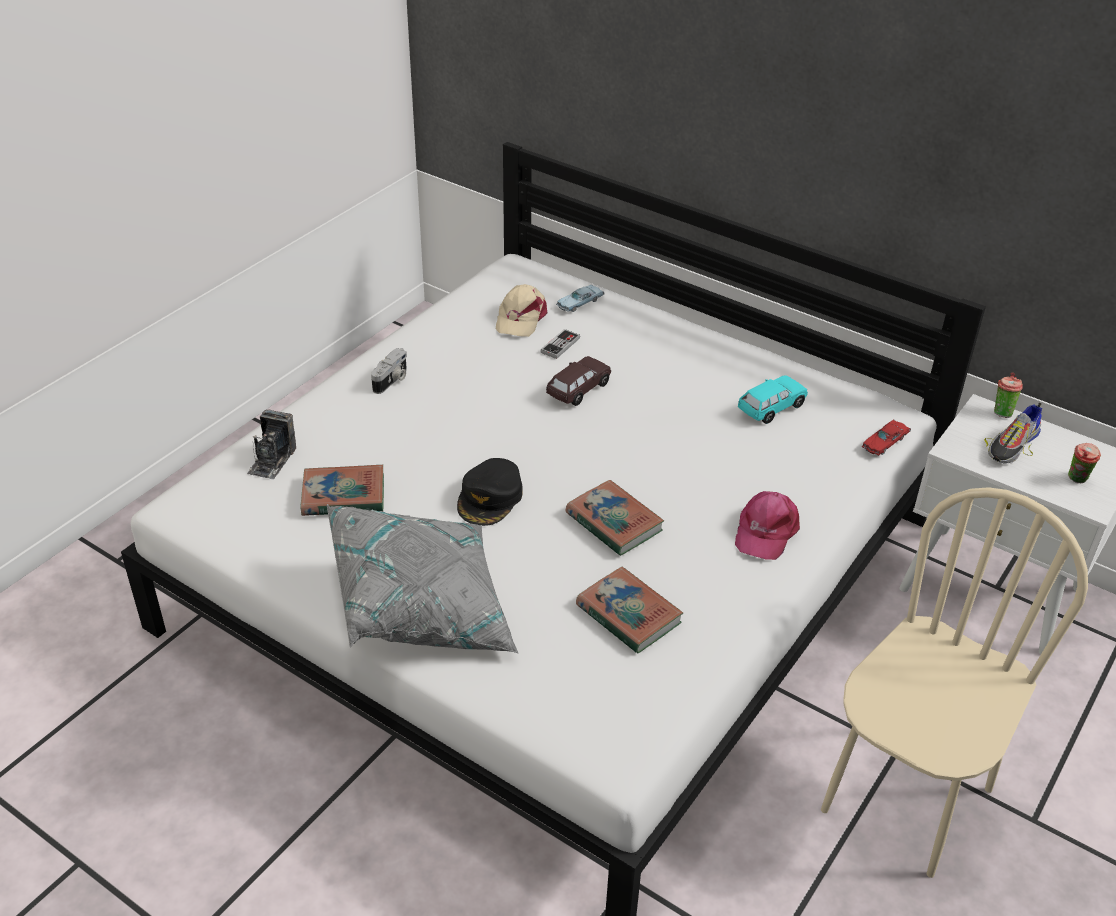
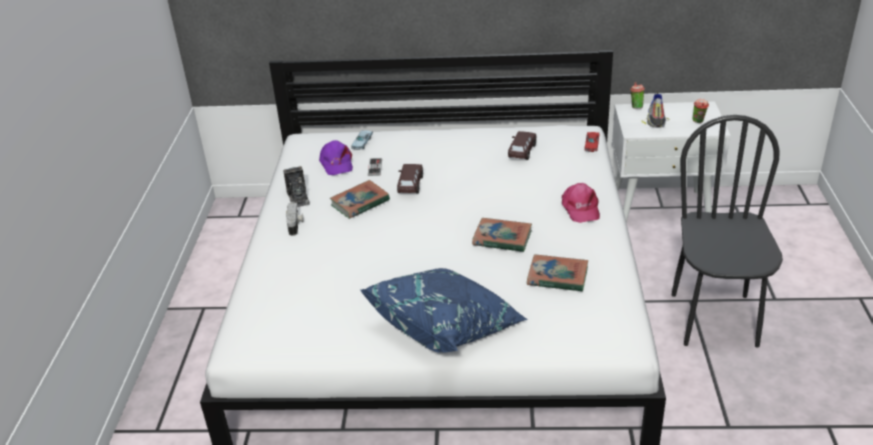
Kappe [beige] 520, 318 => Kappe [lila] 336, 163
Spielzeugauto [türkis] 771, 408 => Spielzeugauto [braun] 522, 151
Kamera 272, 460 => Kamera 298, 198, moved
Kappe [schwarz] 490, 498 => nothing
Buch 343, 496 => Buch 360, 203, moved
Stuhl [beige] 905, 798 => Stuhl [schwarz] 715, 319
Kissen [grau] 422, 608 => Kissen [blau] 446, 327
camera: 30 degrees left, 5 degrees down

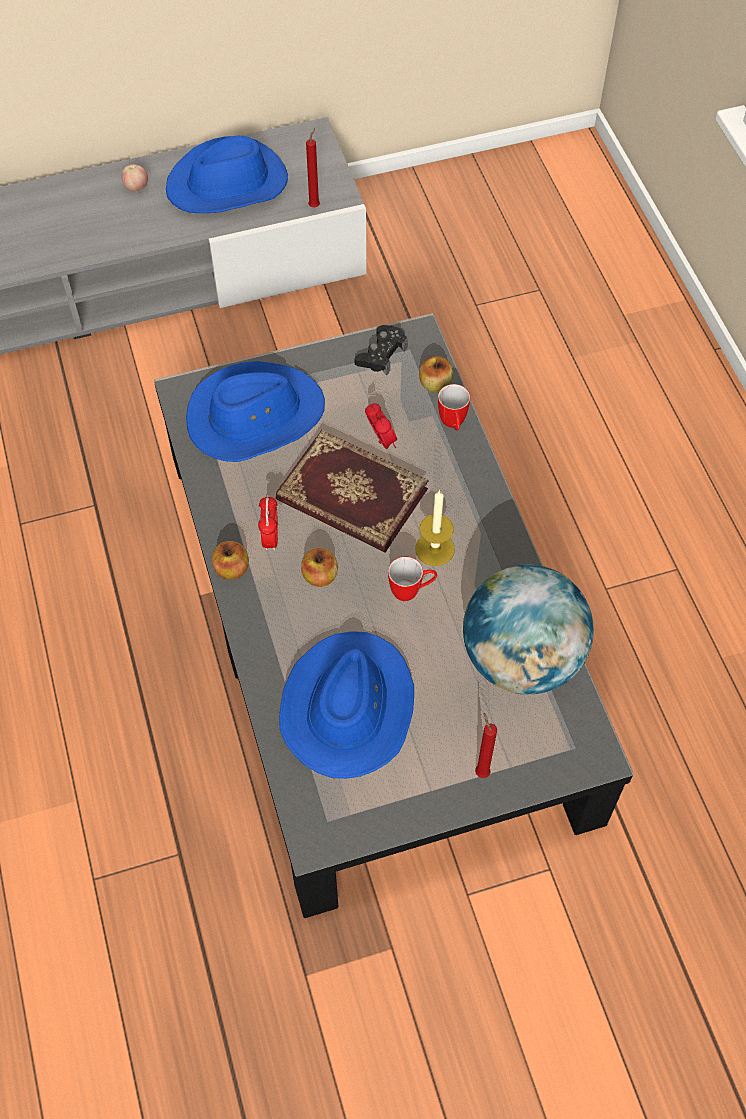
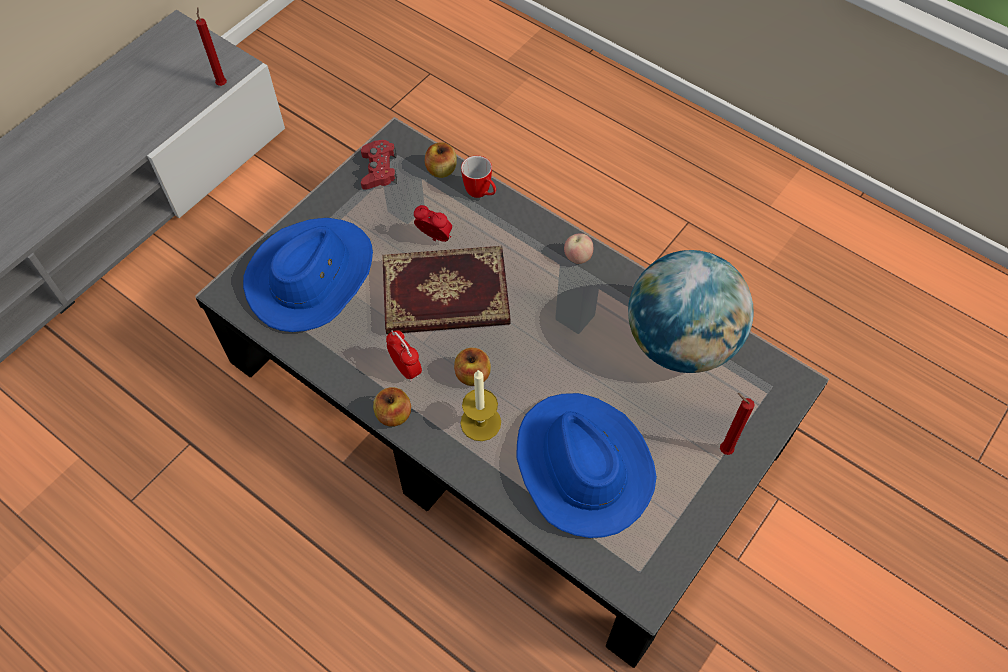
Hut [blau] 228, 184 => nothing
Apfel 136, 188 => Apfel 578, 257, moved
Gamepad [schwarz] 381, 354 => Gamepad [rot] 379, 170
Kerze 435, 549 => Kerze 480, 422, moved
Henkelbecher 411, 591 => nothing
camera: 35 degrees left, 0 degrees up

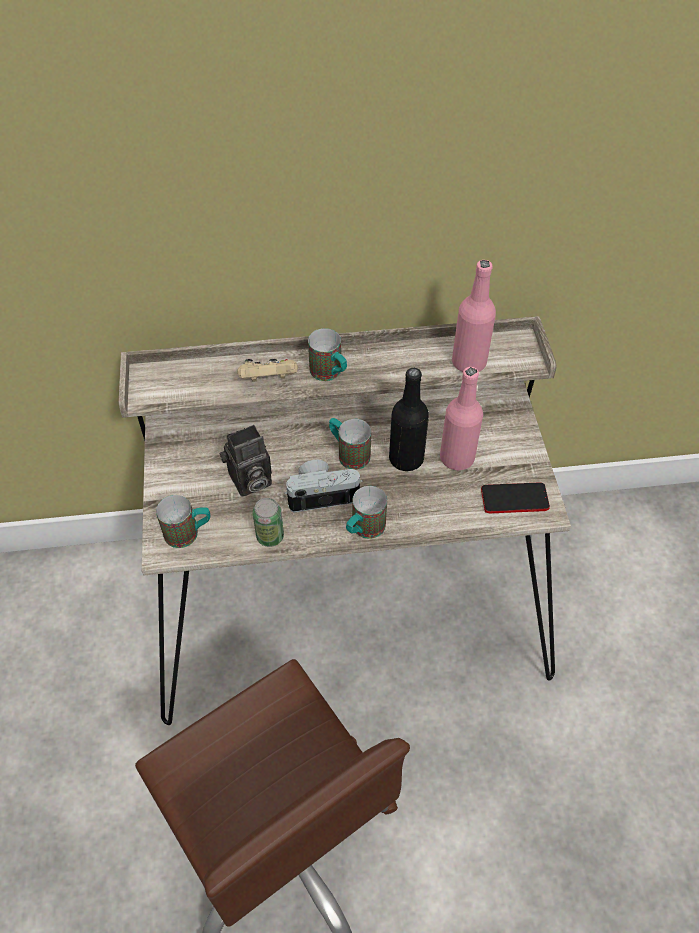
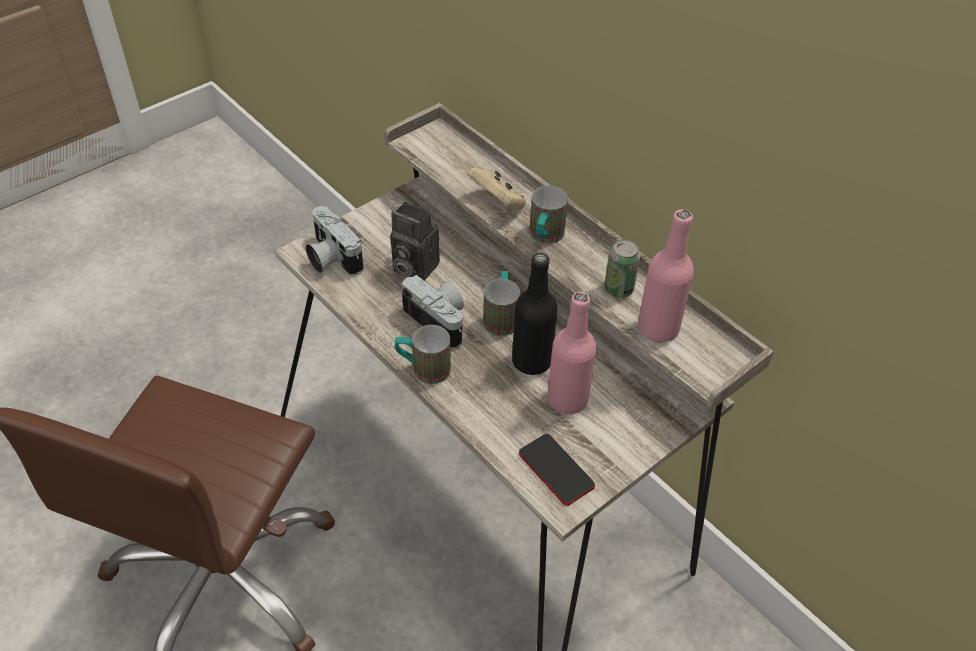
Henkelbecher 189, 533 => Kamera 330, 258
Dose 270, 536 => Dose 618, 289, moved
camera: 55 degrees right, 5 degrees down

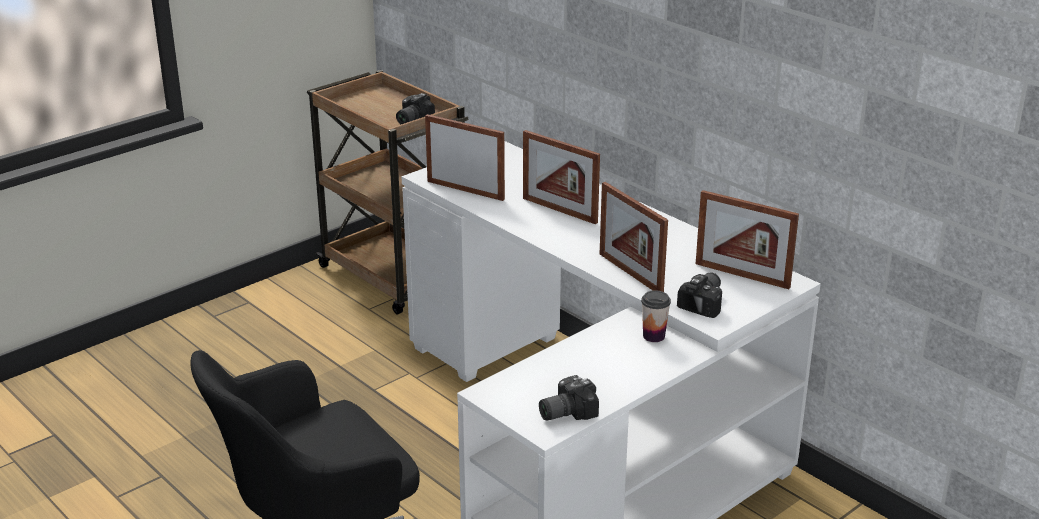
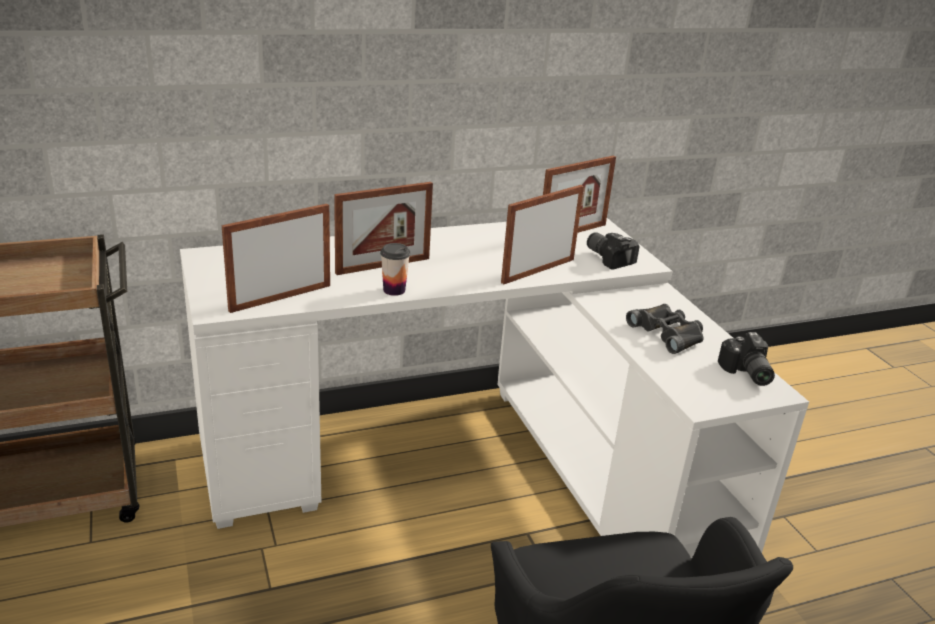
Kamera 411, 120 => nothing
Bilderrahmen 630, 273 => Bilderrahmen 538, 271, 150 degrees clockwise
Tasse 653, 336 => Tasse 394, 290, moved
nothing => Fernglas [schwarz] 668, 333
camera: 70 degrees left, 0 degrees up

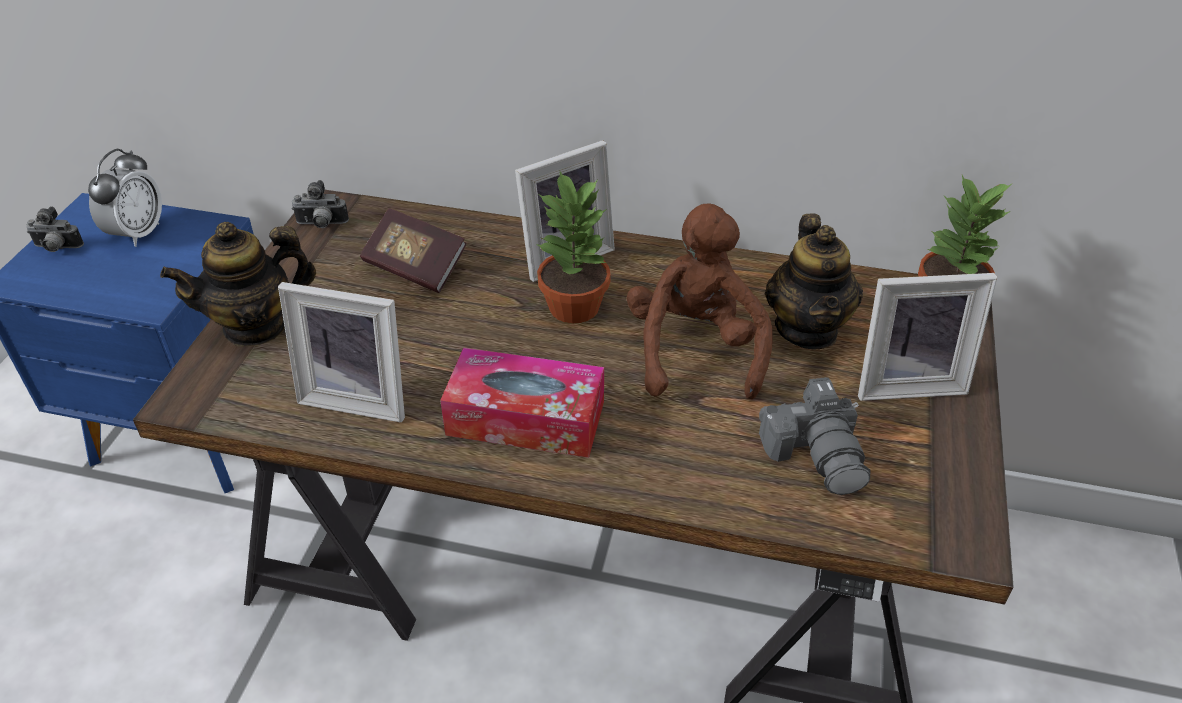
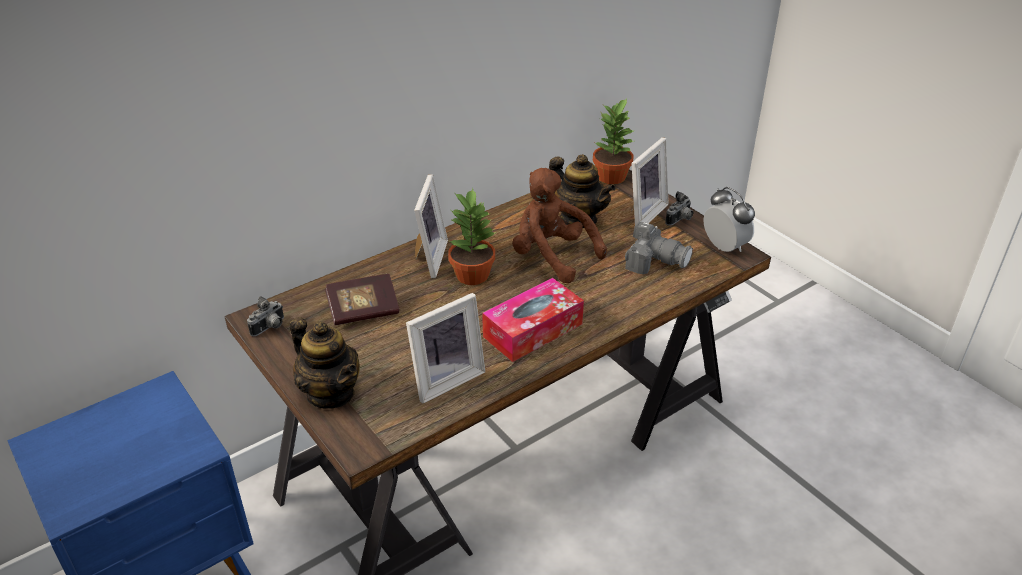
Wecker 137, 233 => Wecker 724, 247, moved
Kamera 57, 248 => Kamera 680, 220, moved
Teekanne 256, 325 => Teekanne 331, 393, 60 degrees counterclockwise
camera: 50 degrees left, 5 degrees down

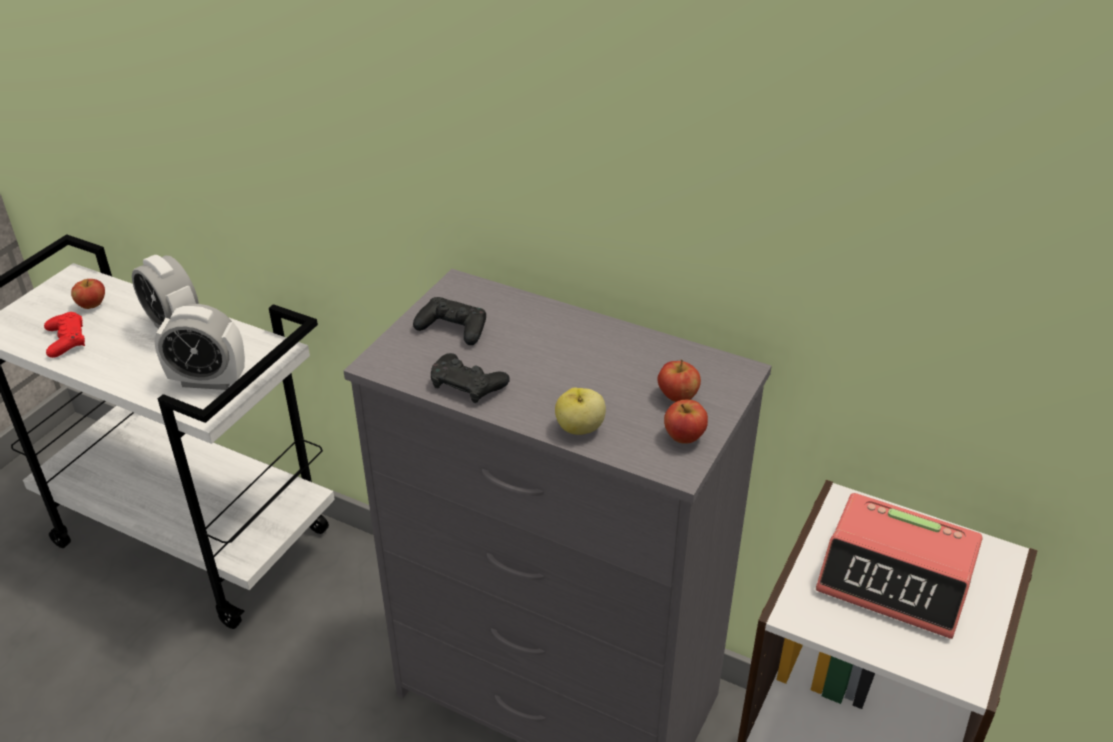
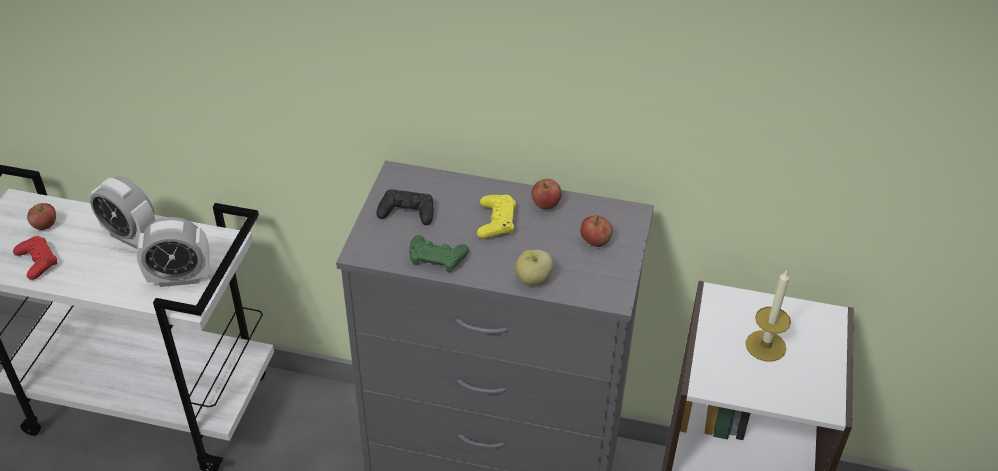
Gamepad [schwarz] 467, 384 => Gamepad [grün] 437, 258
Apfel 684, 437 => Apfel 546, 205, moved
Wecker 896, 578 => Kerze 765, 346
nothing => Gamepad [gelb] 496, 222
camera: 15 degrees left, 5 degrees up

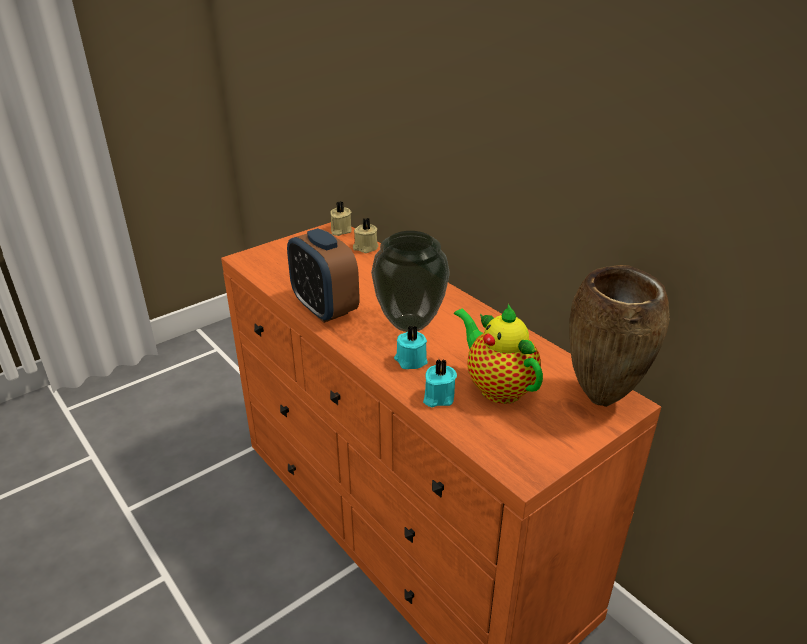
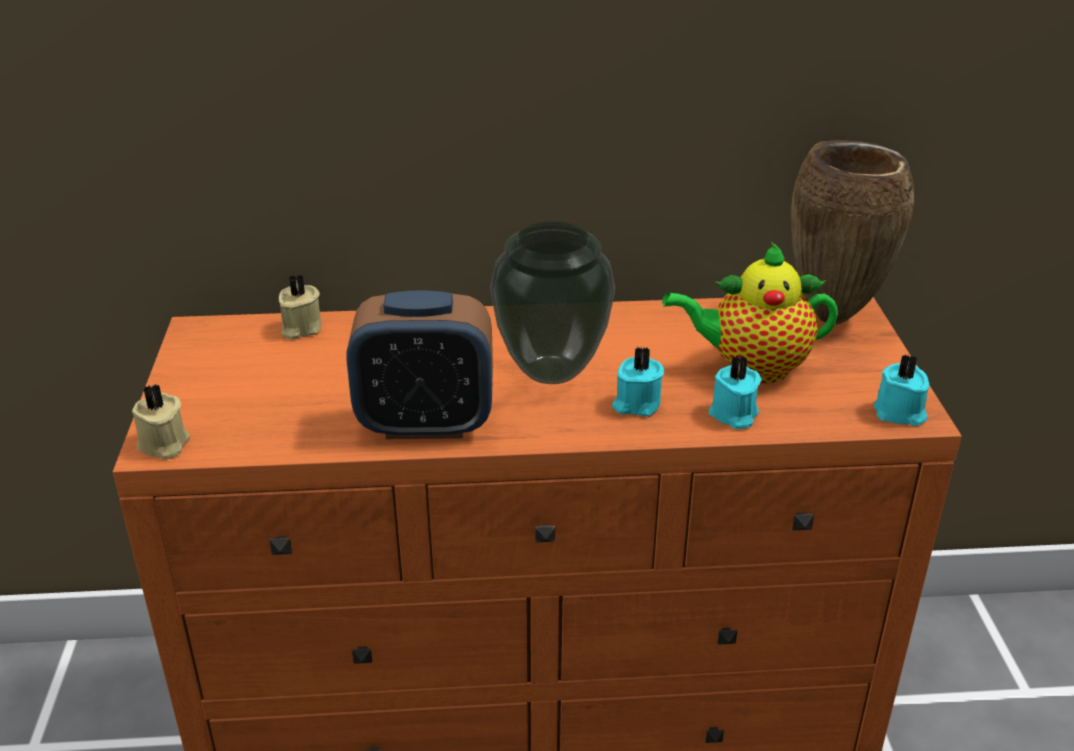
Kerze [beige] 340, 230 => Kerze [beige] 163, 445, moved
nothing => Kerze [türkis] 900, 413
camera: 55 degrees left, 0 degrees up

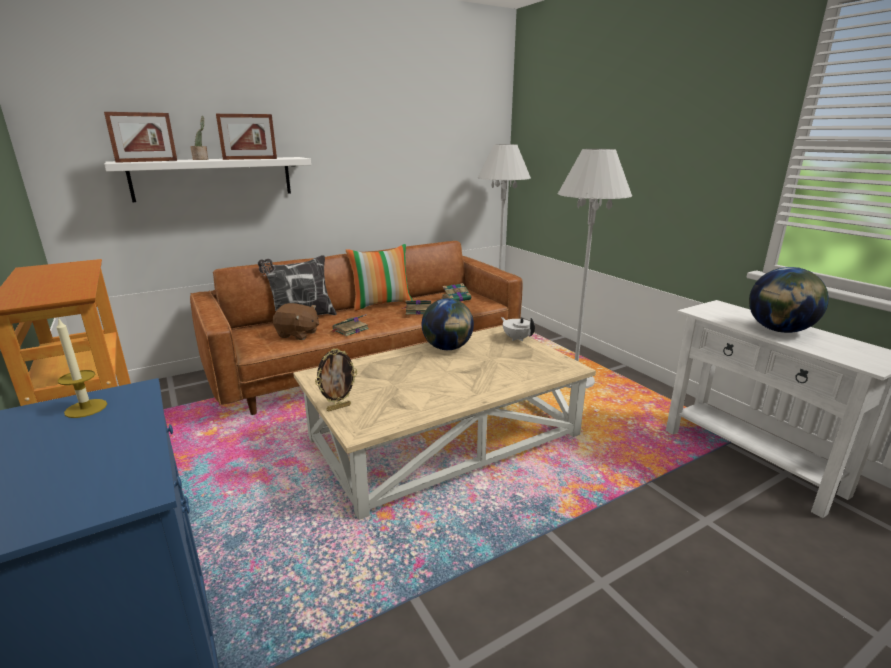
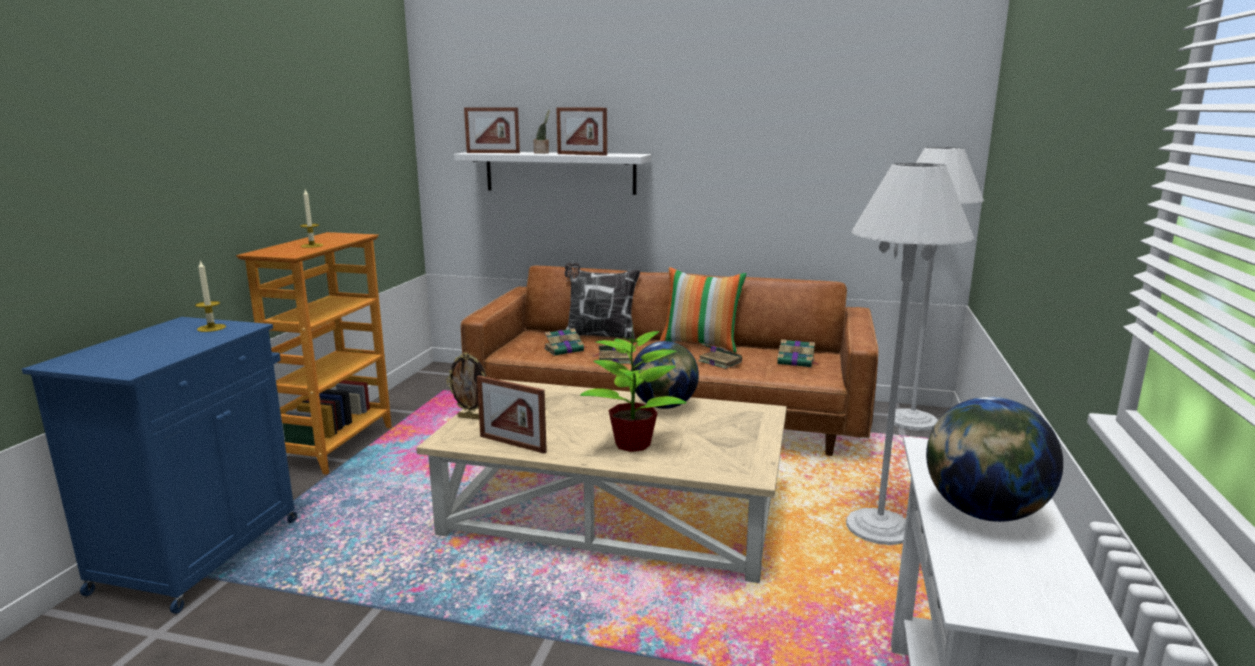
Plüschtier [braun] 298, 334 => Buch 565, 350
Teekanne [weiß] 517, 338 => nothing
nothing => Kerze 312, 245
nothing => Topfpflanze 633, 444
nothing => Bilderrahmen 512, 444
camera: 45 degrees right, 5 degrees down

